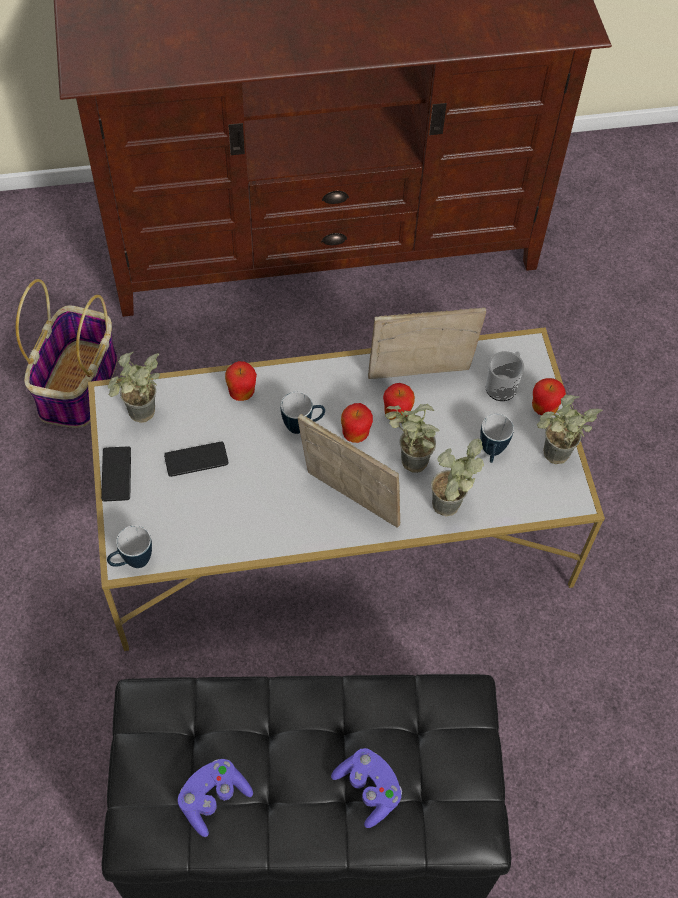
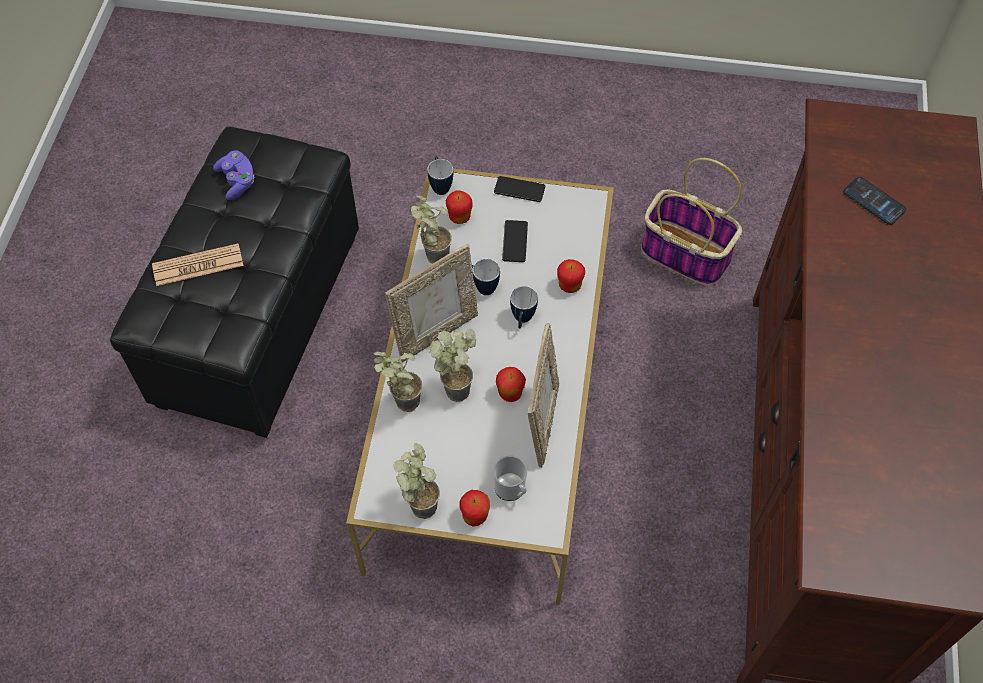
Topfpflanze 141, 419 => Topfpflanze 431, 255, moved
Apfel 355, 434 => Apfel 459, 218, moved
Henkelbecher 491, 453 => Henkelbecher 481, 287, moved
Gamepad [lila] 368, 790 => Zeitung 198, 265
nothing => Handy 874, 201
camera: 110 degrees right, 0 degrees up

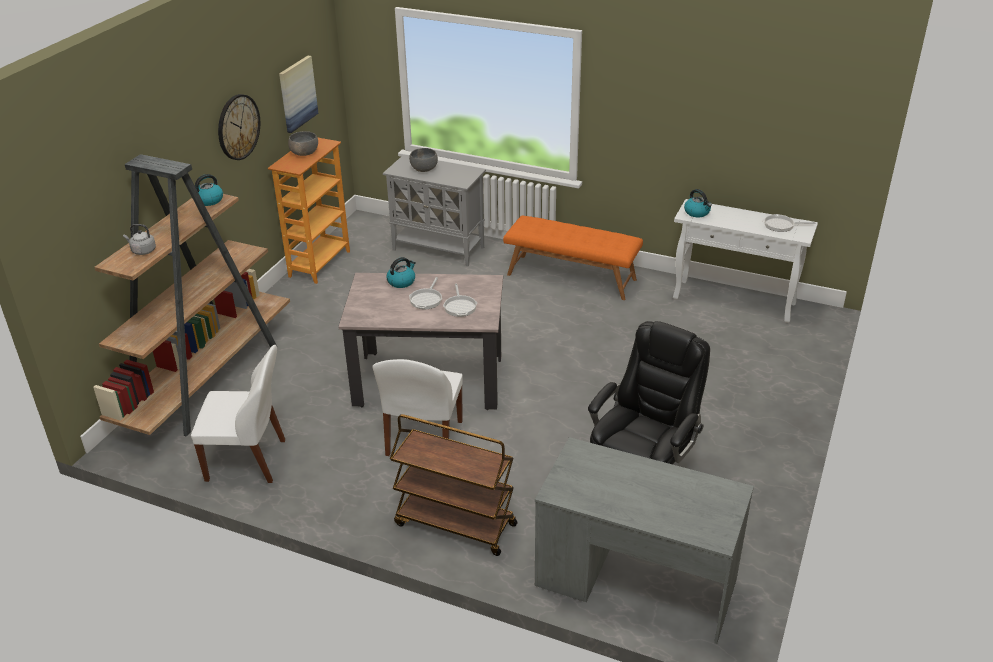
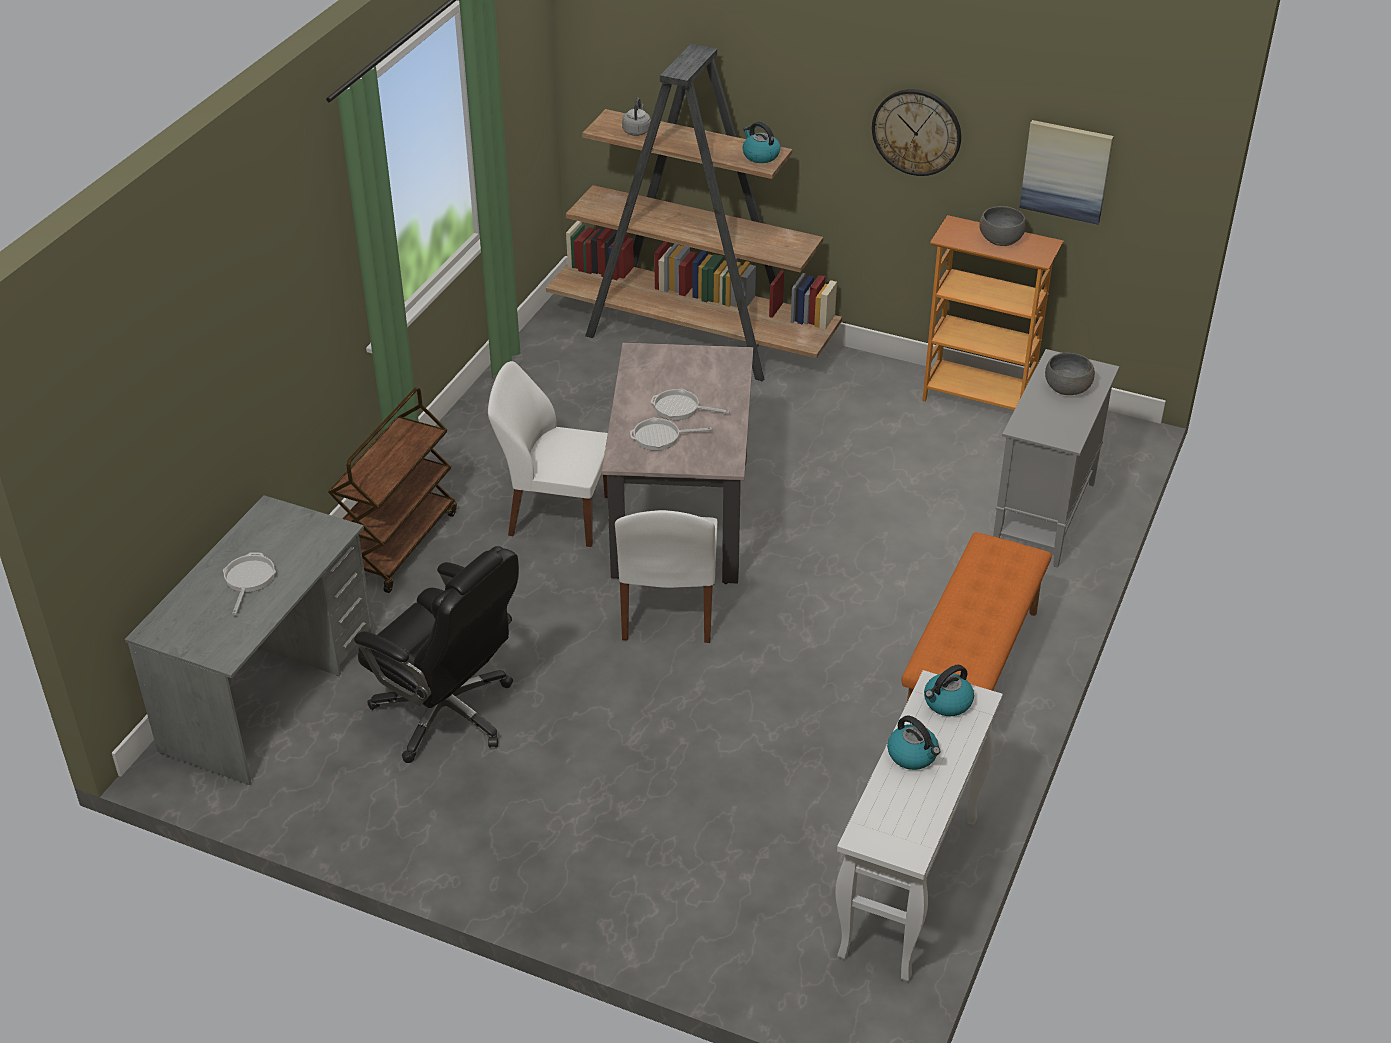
Pfanne 781, 225 => Pfanne 248, 579, moved
Wasserkessel 401, 281 => Wasserkessel 913, 755, moved
Stuhl [weiß] 248, 460 => Stuhl [weiß] 668, 613, moved
camera: 90 degrees right, 5 degrees up

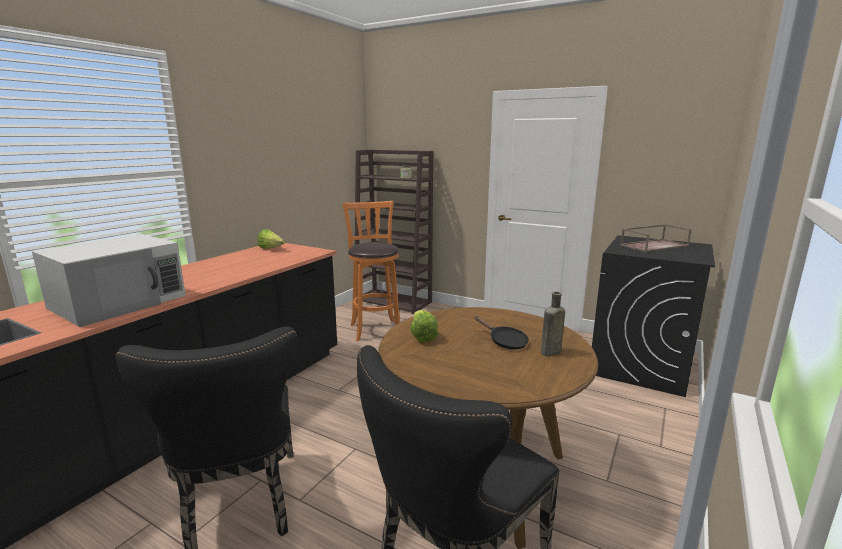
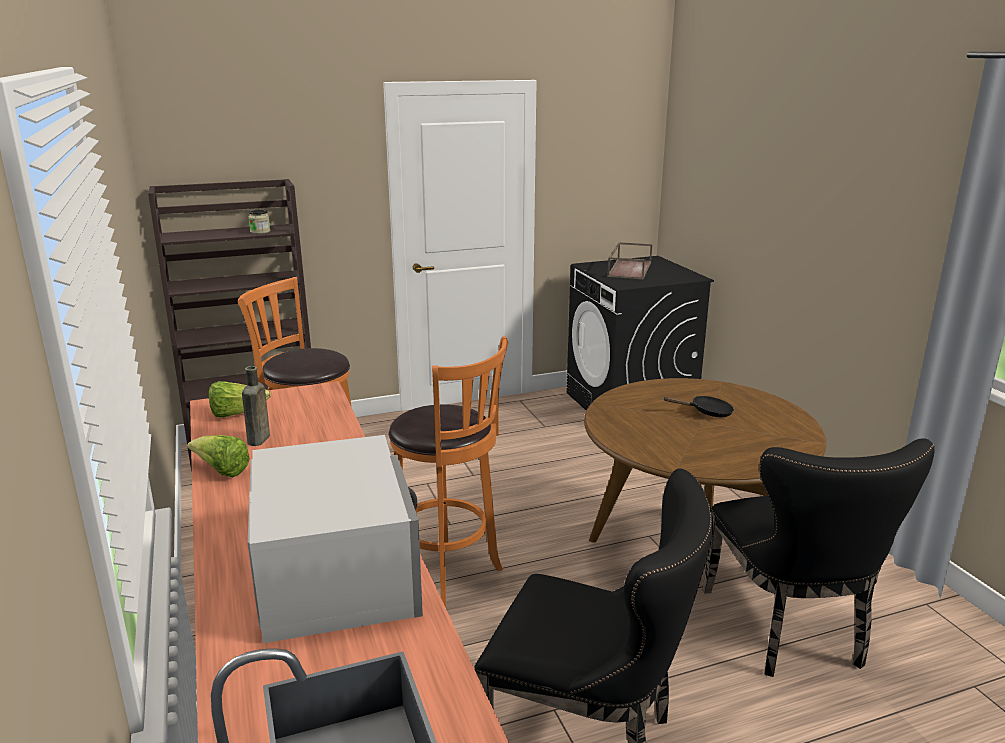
Flasche [braun] 549, 352 => Flasche [braun] 258, 440, moved
Salatkopf 422, 336 => Salatkopf 221, 471, moved
nothing => Hocker [orange] 449, 577
camera: 50 degrees left, 5 degrees up

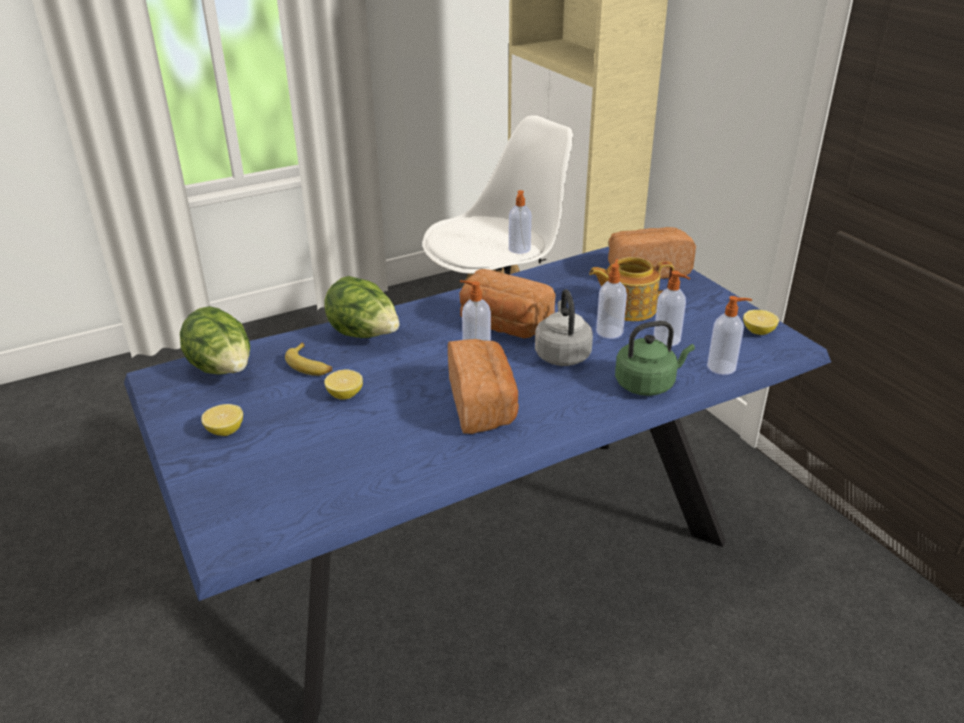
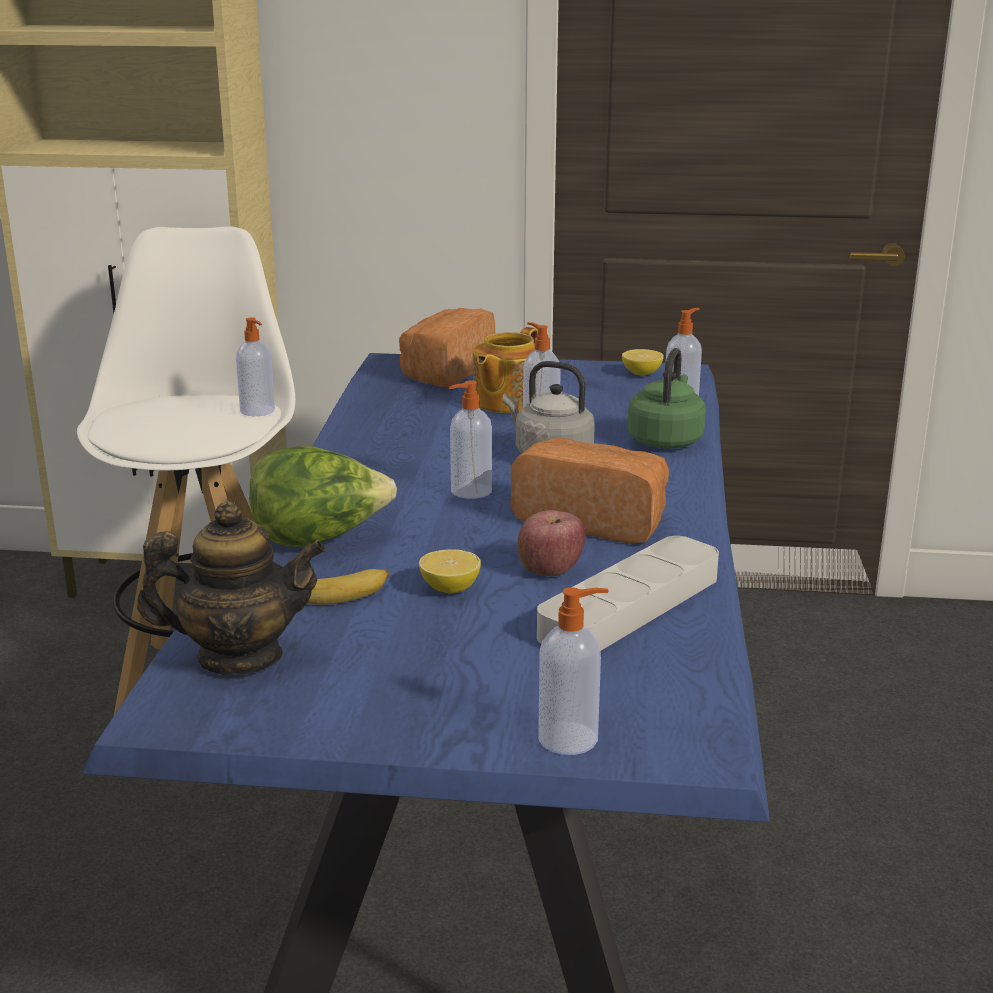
Brot 503, 325 => nothing
Seifenspender 667, 340 => Seifenspender 570, 738, moved
Salatkopf 223, 370 => Teekanne 239, 657
Zitrone 225, 431 => nothing
nothing => Apfel 550, 570
nothing => Tablett [grau] 630, 606
camera: 55 degrees left, 10 degrees down

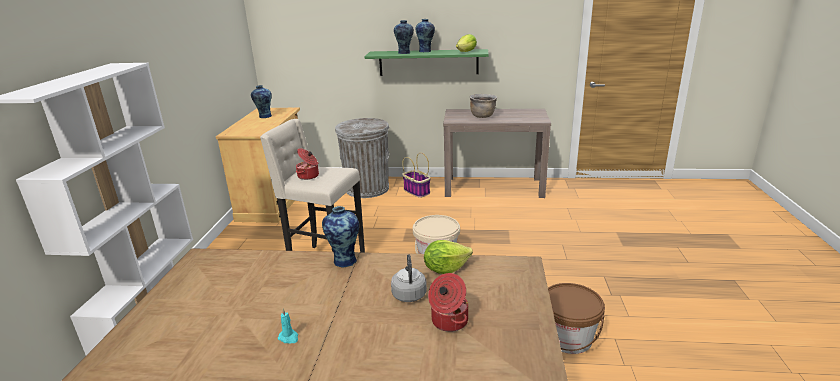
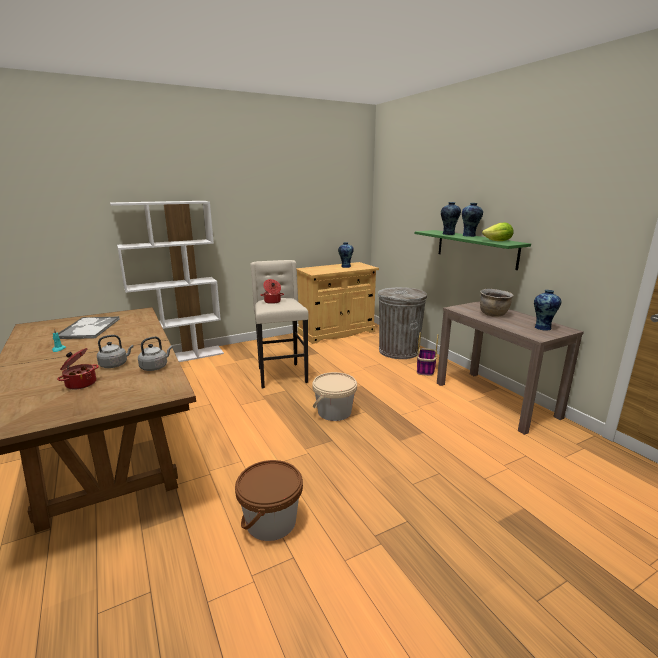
Vase 344, 260 => Vase 542, 327, moved
Salatkopf 445, 269 => Wasserkessel [grau] 155, 367
nothing => Tablett 89, 328
camera: 55 degrees right, 5 degrees down

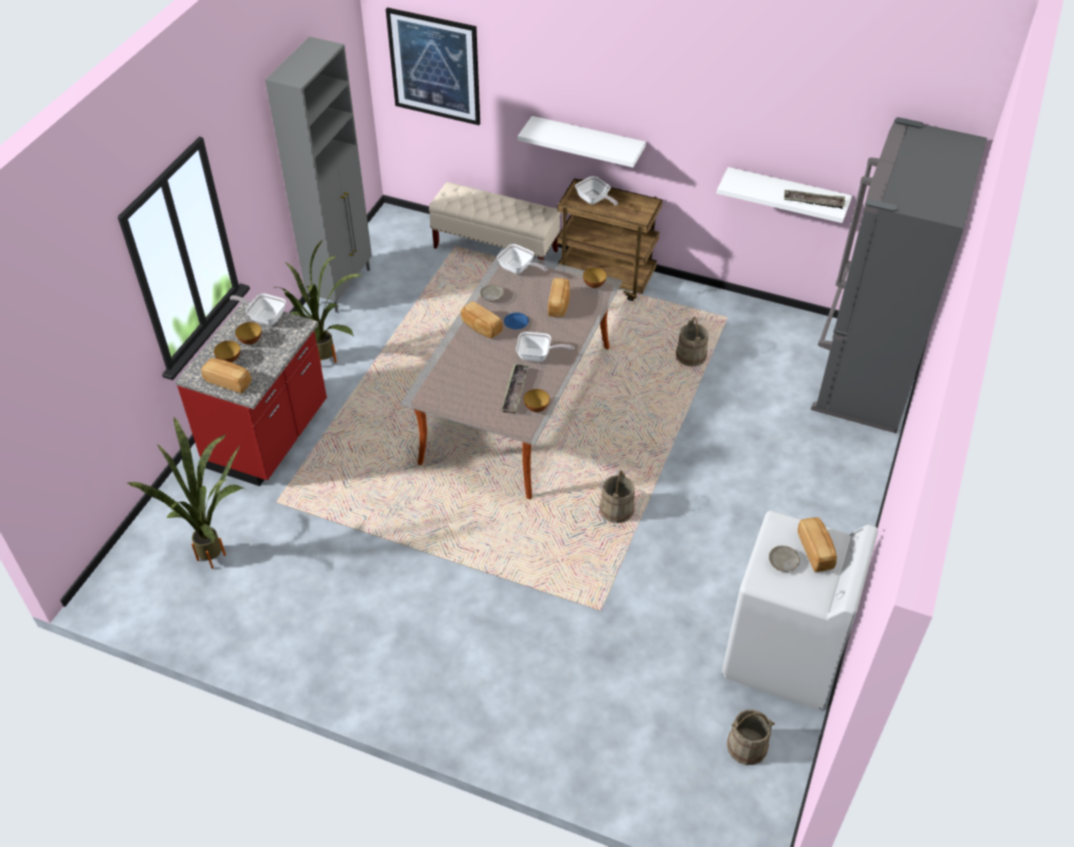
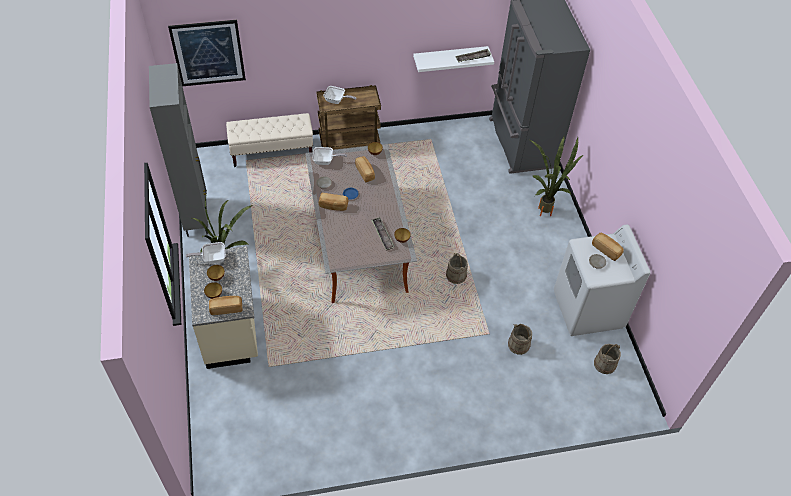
Wandregal [weiß] 587, 141 => nothing
Küchenzeile [rot] 269, 437 => Küchenzeile [beige] 231, 330
Eimer [beige] 691, 356 => Eimer [beige] 518, 344, moved
Pfanne 538, 356 => nothing
Topfpflanze 219, 553 => Topfpflanze 545, 208, moved
camera: 35 degrees left, 5 degrees up

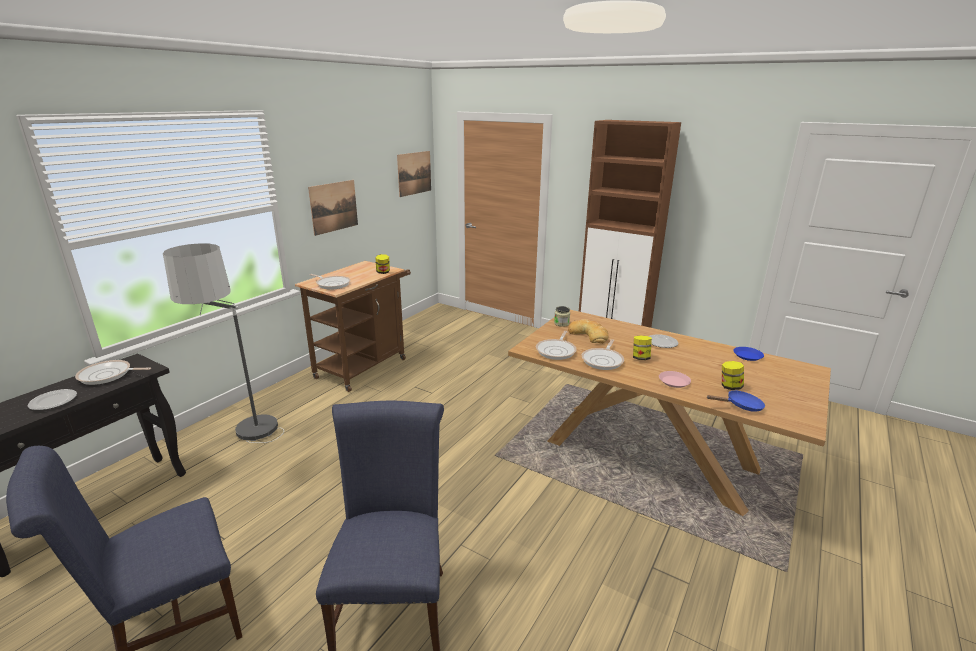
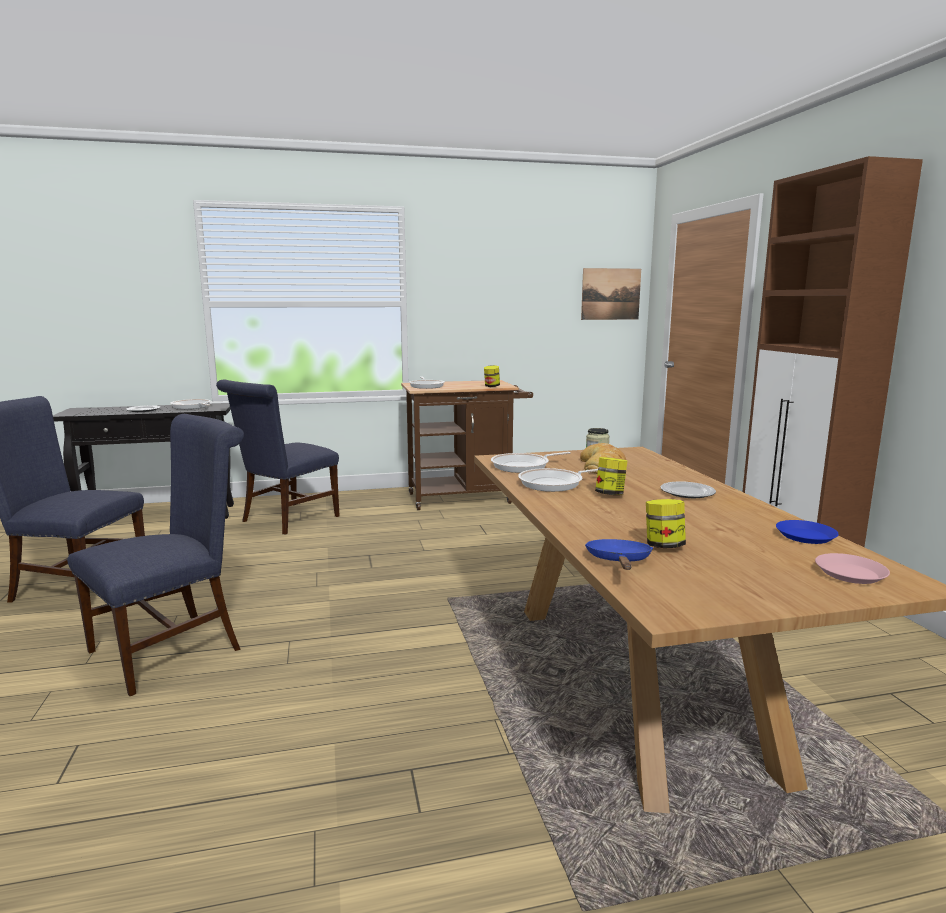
Bild 334, 207 => nothing
Stehlampe 251, 449 => Stuhl [blau] 285, 520
Teller [rosa] 673, 381 => Teller [rosa] 850, 573, moved
Pfanne [blau] 740, 406 => Pfanne [blau] 619, 562, 120 degrees counterclockwise
camera: 45 degrees right, 10 degrees down

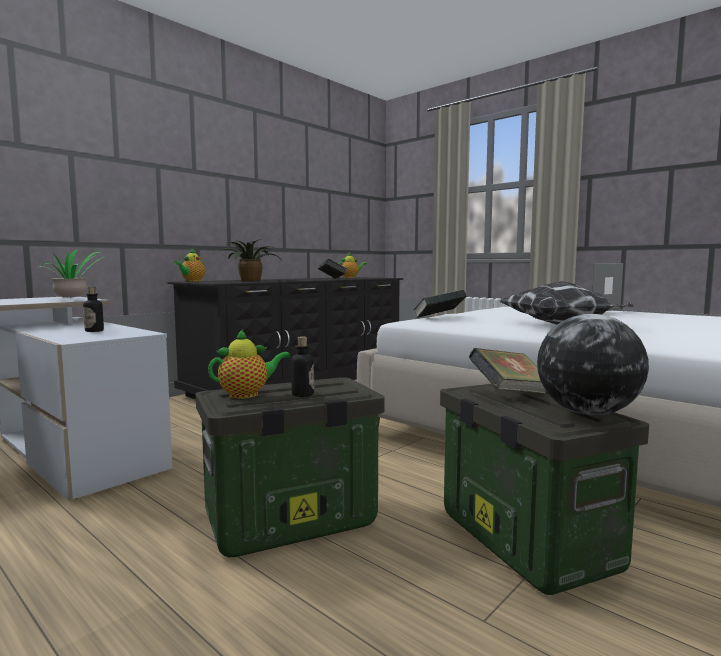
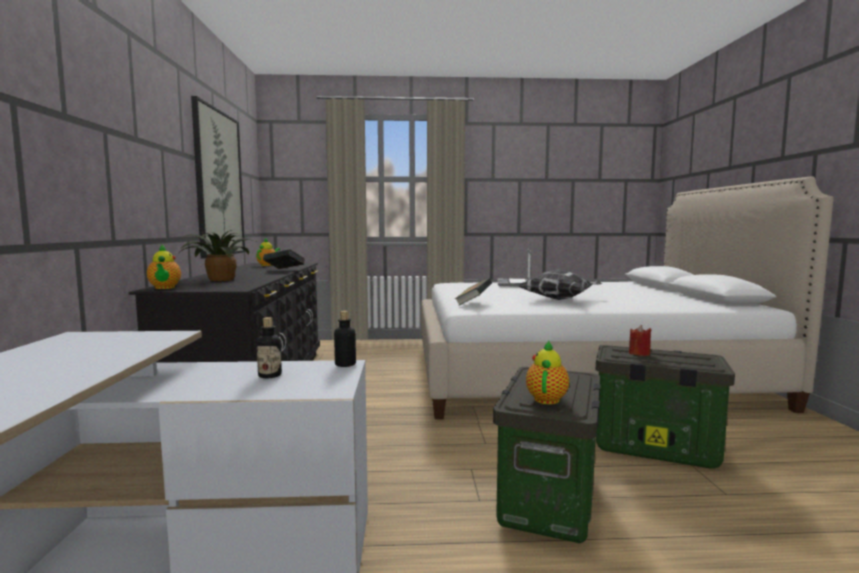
Topfpflanze 73, 299 => nothing
Globus 588, 413 => nothing
Flasche 303, 394 => Flasche 345, 364, moved
Buch 510, 393 => Kerze [rot] 639, 353
nothing => Bild 219, 183
camera: 45 degrees left, 0 degrees up

